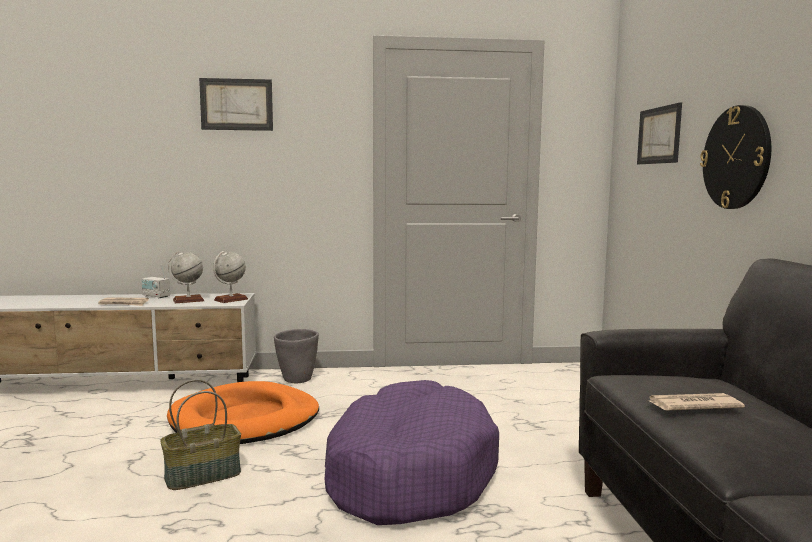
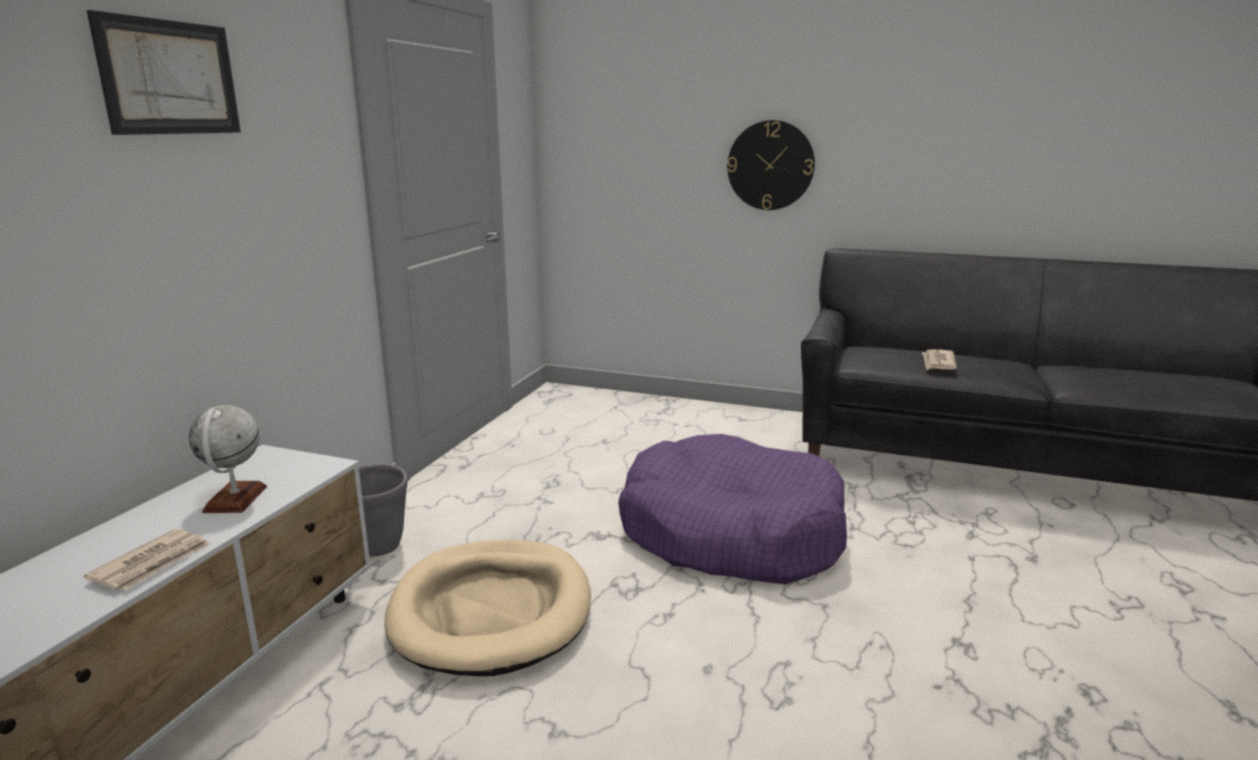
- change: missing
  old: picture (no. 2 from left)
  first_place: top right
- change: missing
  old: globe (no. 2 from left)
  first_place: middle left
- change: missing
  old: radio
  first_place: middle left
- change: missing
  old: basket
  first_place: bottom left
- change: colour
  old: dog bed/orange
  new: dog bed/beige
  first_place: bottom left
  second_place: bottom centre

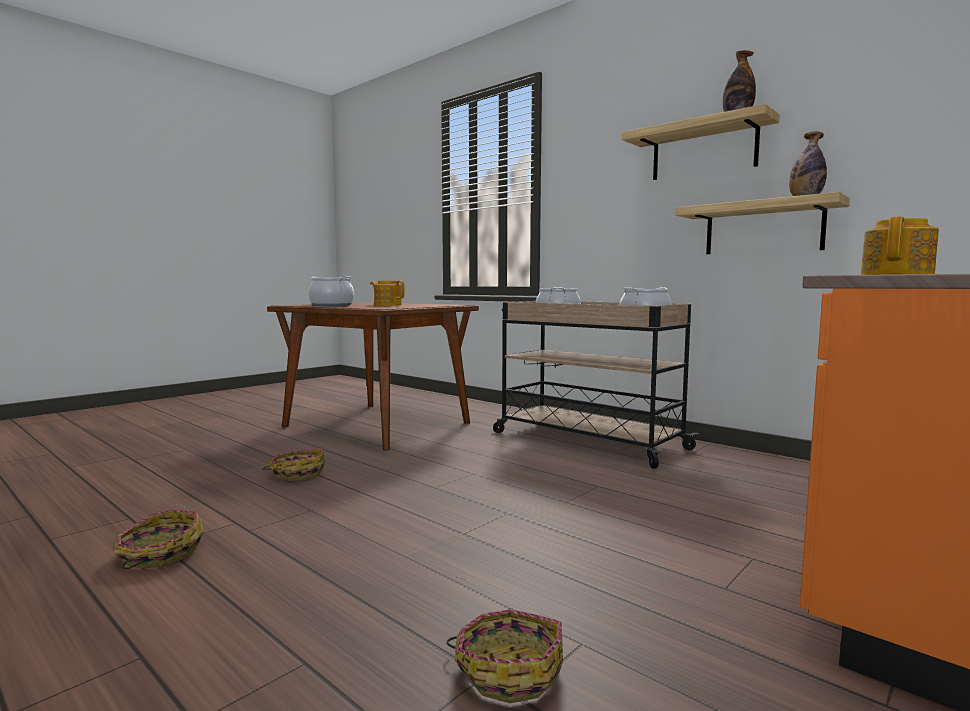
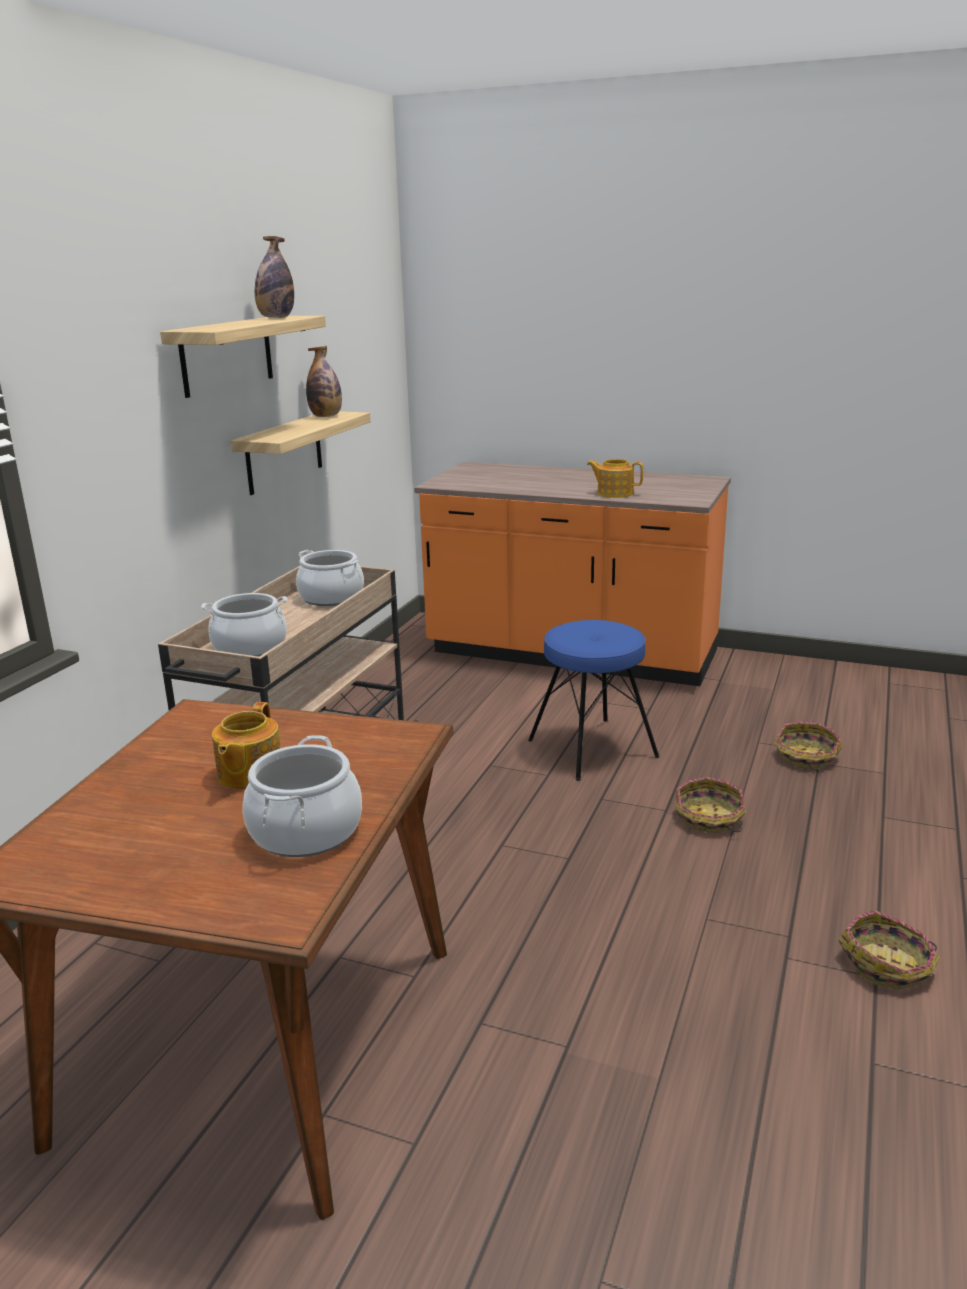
- change: relocated
  old: basket (no. 2 from left in the first image)
  new: basket (no. 1 from left)
  first_place: middle left
  second_place: middle right
- change: appeared
  new: stool/blue
  second_place: centre

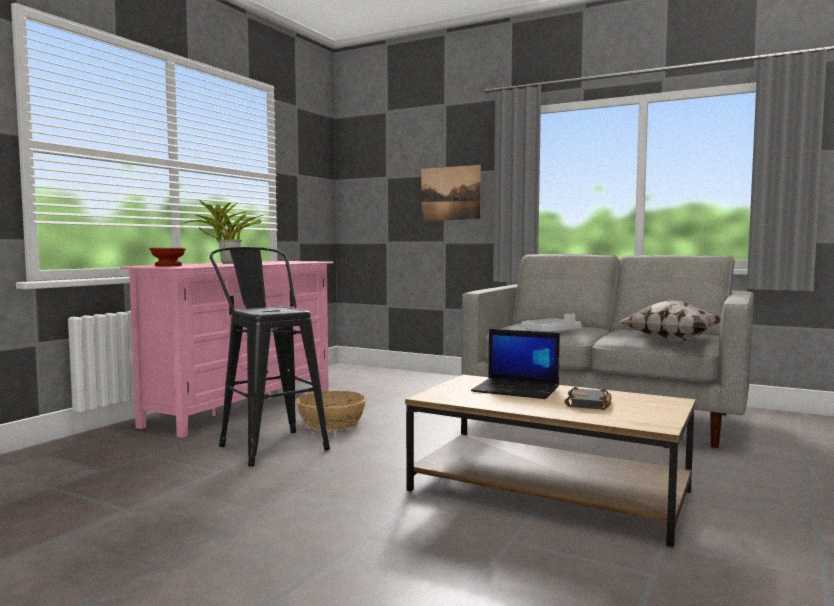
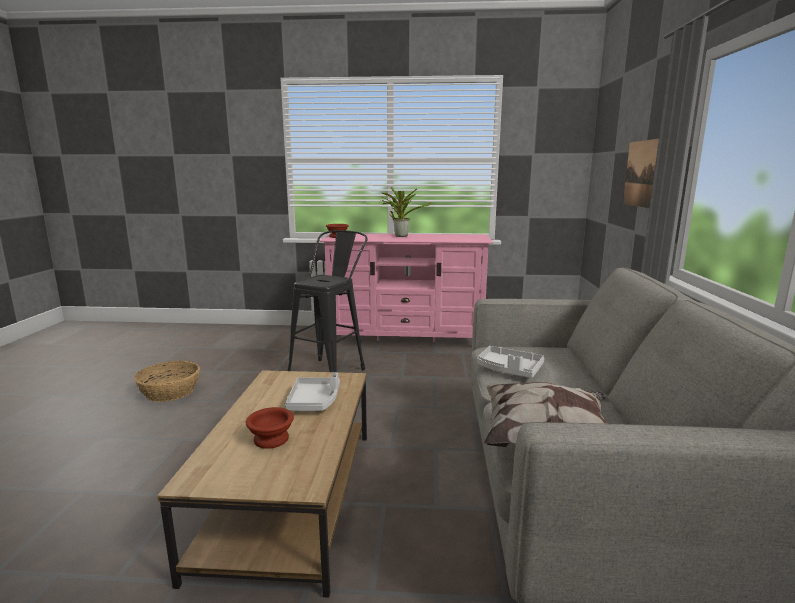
- change: exchanged
  old: laptop
  new: tray/grey (no. 1 from left)
  first_place: centre
  second_place: centre
- change: exchanged
  old: book/black
  new: bowl/brown (no. 1 from left)
  first_place: middle right
  second_place: bottom centre
- change: relocated
  old: basket
  first_place: bottom centre
  second_place: middle left

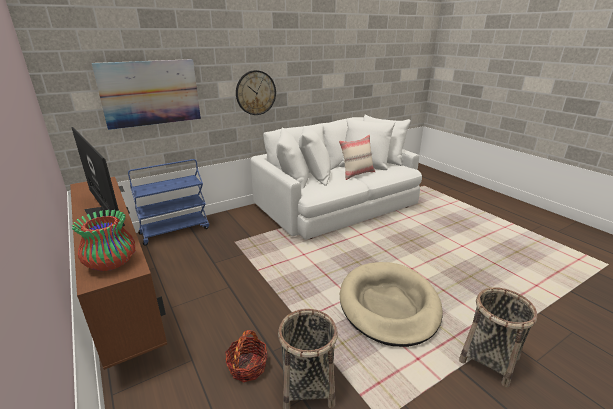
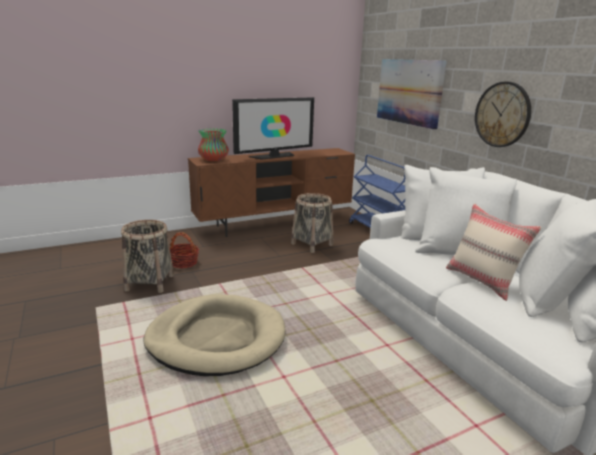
- change: relocated
  old: basket (no. 3 from left)
  first_place: bottom right
  second_place: centre

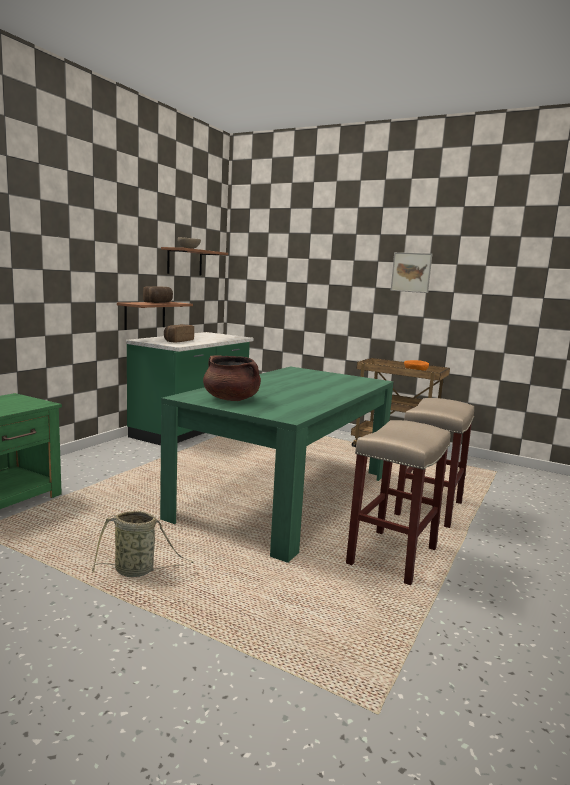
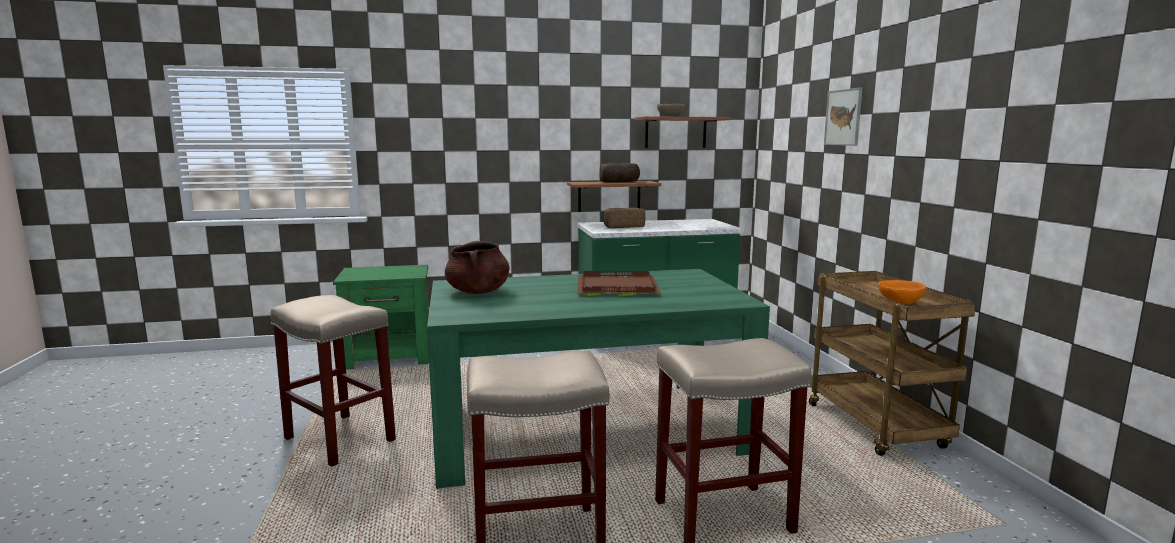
- change: relocated
  old: picture
  first_place: middle right
  second_place: top right
- change: exchanged
  old: basket
  new: stool/beige (no. 1 from left)
  first_place: bottom left
  second_place: bottom left
- change: appeared
  new: tray/brown
  second_place: centre

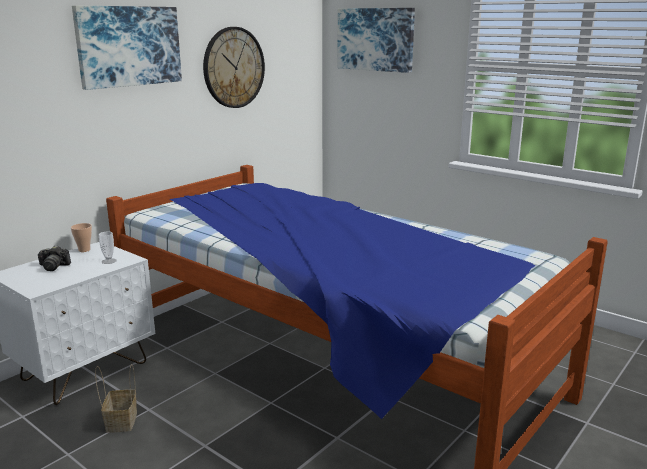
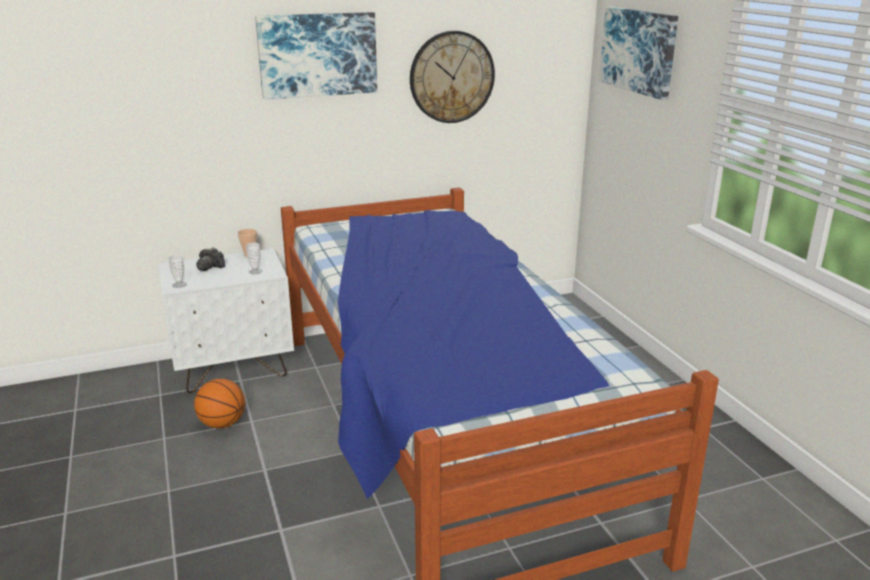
- change: exchanged
  old: basket
  new: basketball
  first_place: bottom left
  second_place: bottom left
- change: appeared
  new: cup (no. 1 from left)
  second_place: middle left

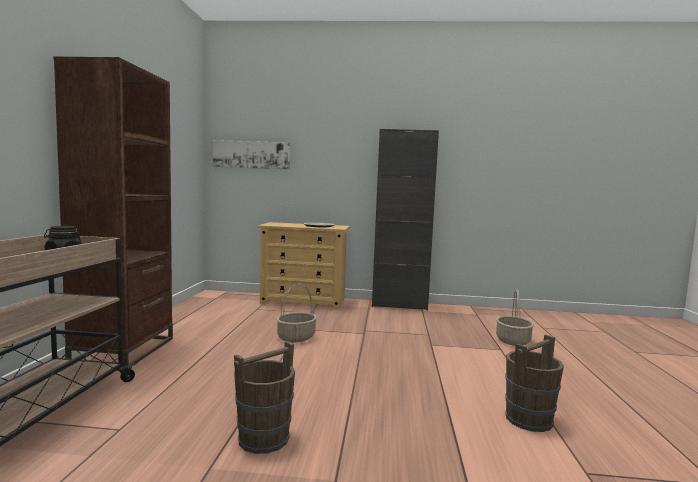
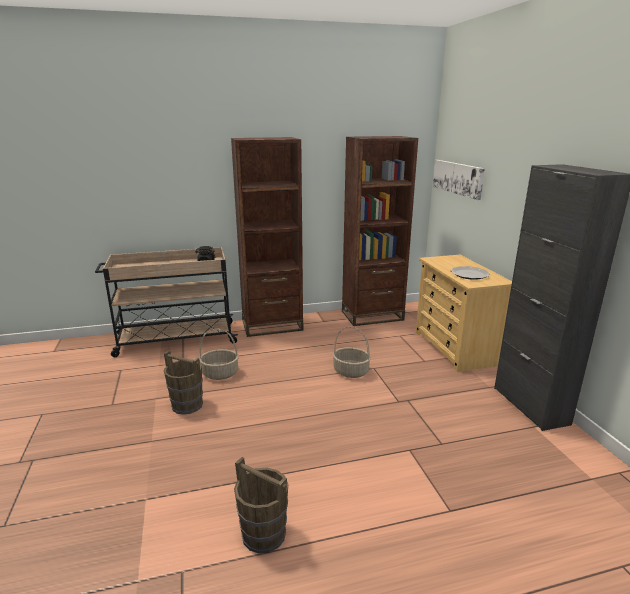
- change: relocated
  old: basket (no. 2 from left in the first image)
  new: basket (no. 1 from left)
  first_place: middle right
  second_place: centre
- change: appeared
  new: bookcase/brown (no. 2 from left)
  second_place: centre

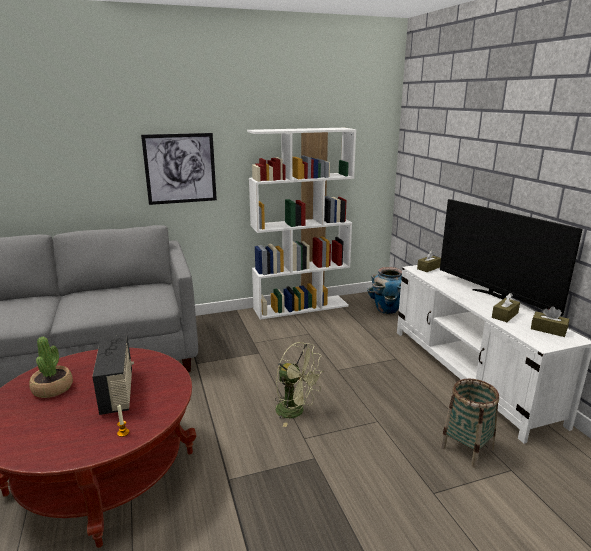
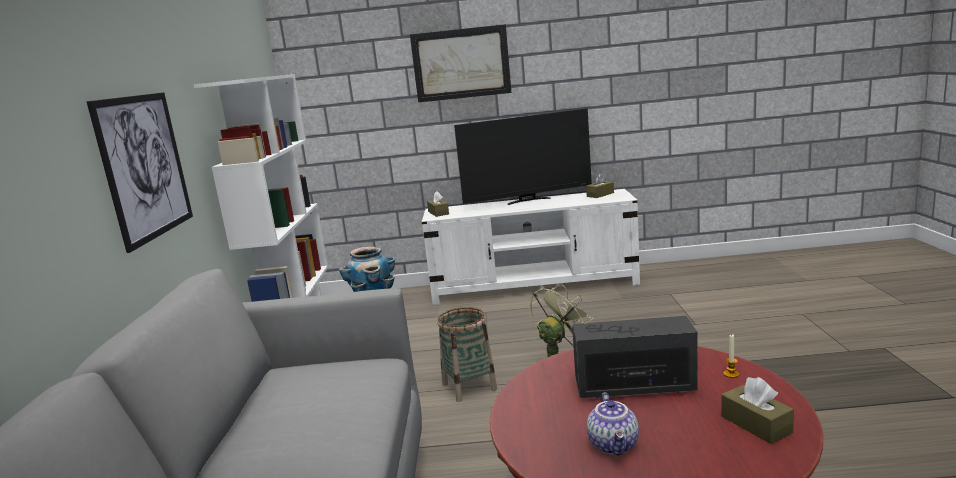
- change: relocated
  old: tissue box/brown (no. 2 from left in the first image)
  new: tissue box/brown (no. 3 from left)
  first_place: middle right
  second_place: bottom right
- change: exchanged
  old: potted plant
  new: teapot
  first_place: middle left
  second_place: bottom centre
- change: relocated
  old: basket
  first_place: bottom right
  second_place: bottom centre
- change: appeared
  new: picture (no. 2 from left)
  second_place: top centre

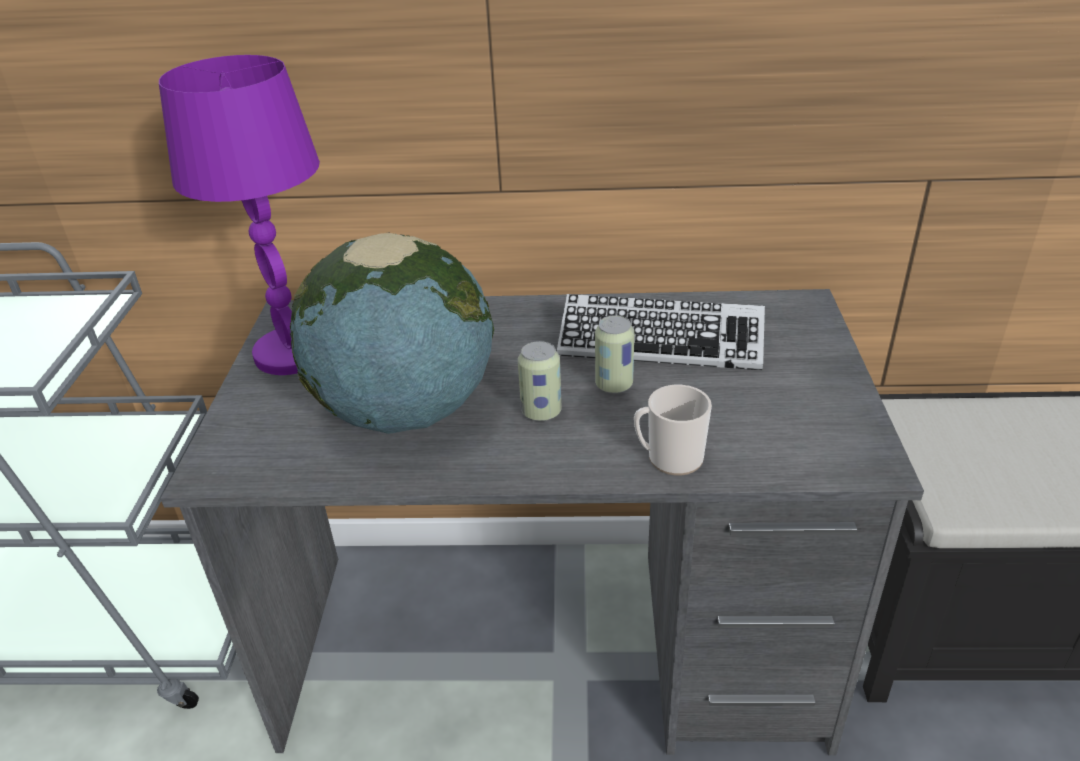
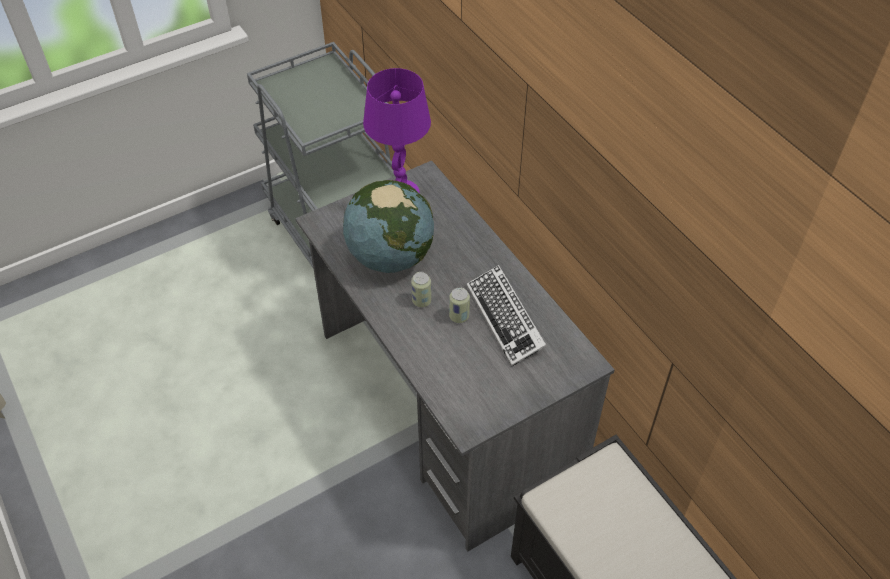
- change: missing
  old: mug
  first_place: centre

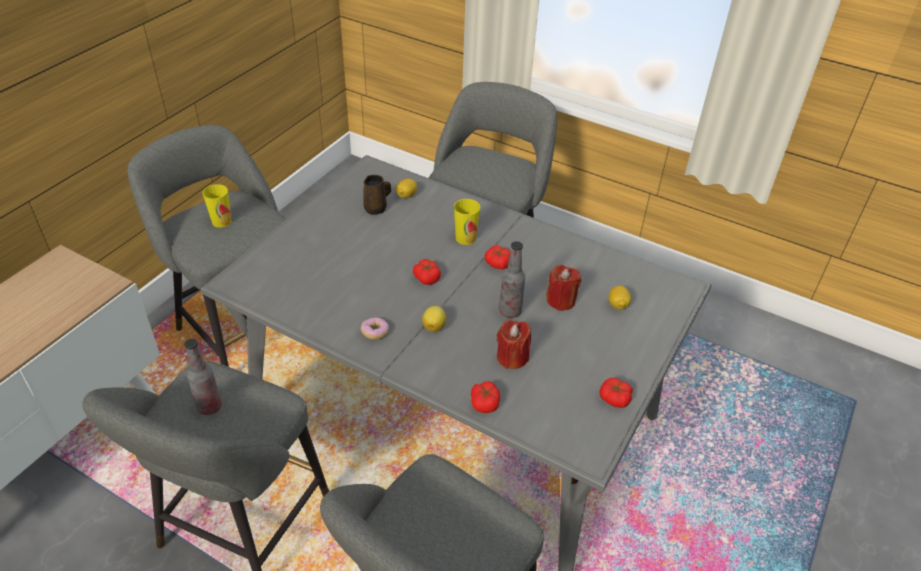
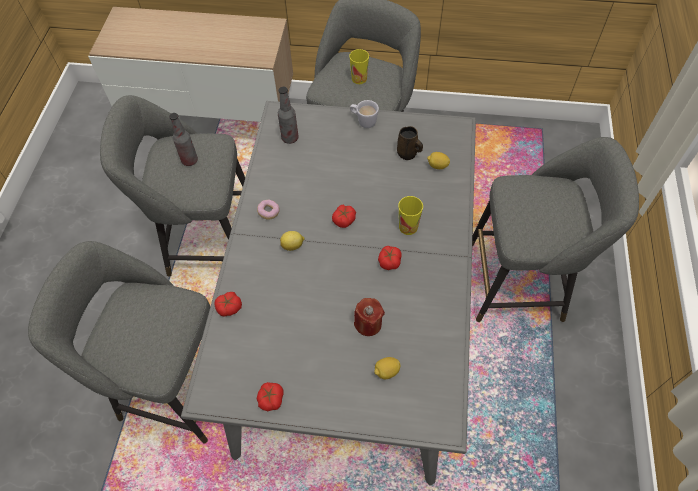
- change: relocated
  old: bottle (no. 2 from left)
  first_place: centre
  second_place: top centre
- change: missing
  old: candle/red (no. 1 from left)
  first_place: centre
- change: appeared
  new: mug/white
  second_place: top centre

